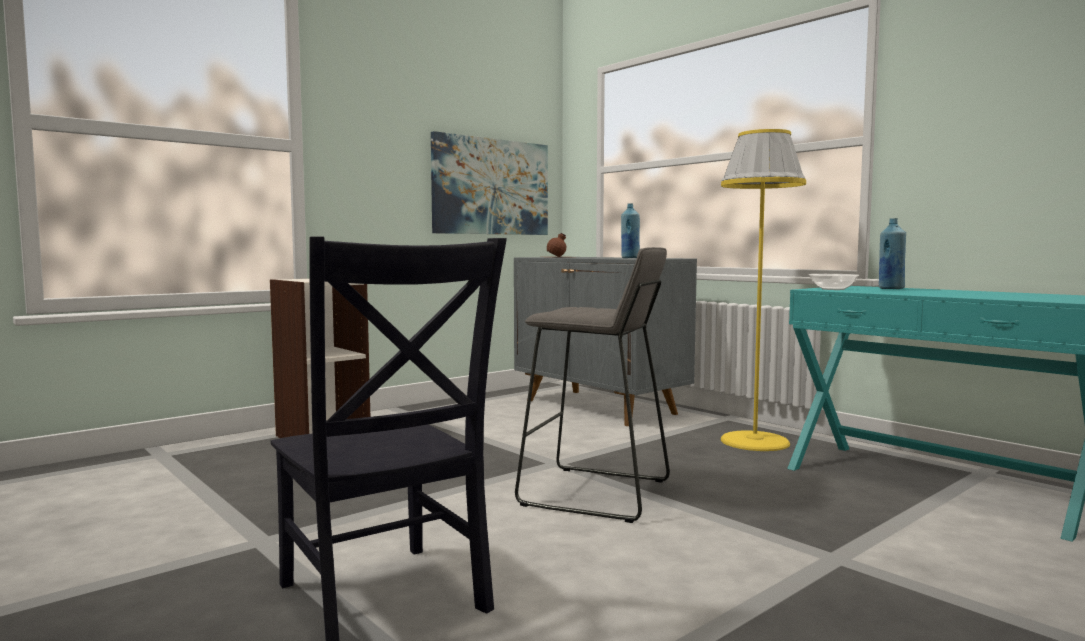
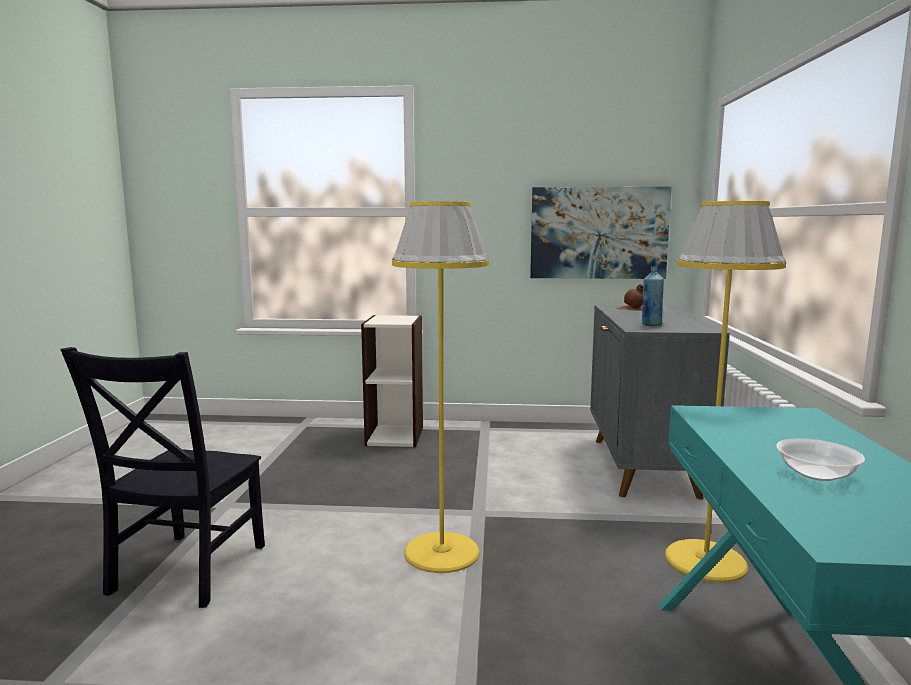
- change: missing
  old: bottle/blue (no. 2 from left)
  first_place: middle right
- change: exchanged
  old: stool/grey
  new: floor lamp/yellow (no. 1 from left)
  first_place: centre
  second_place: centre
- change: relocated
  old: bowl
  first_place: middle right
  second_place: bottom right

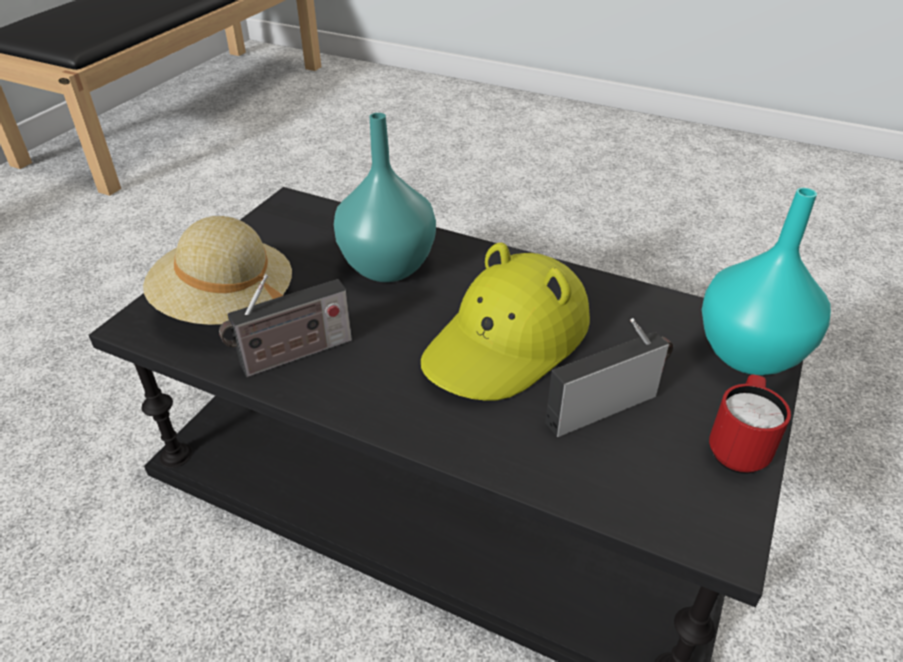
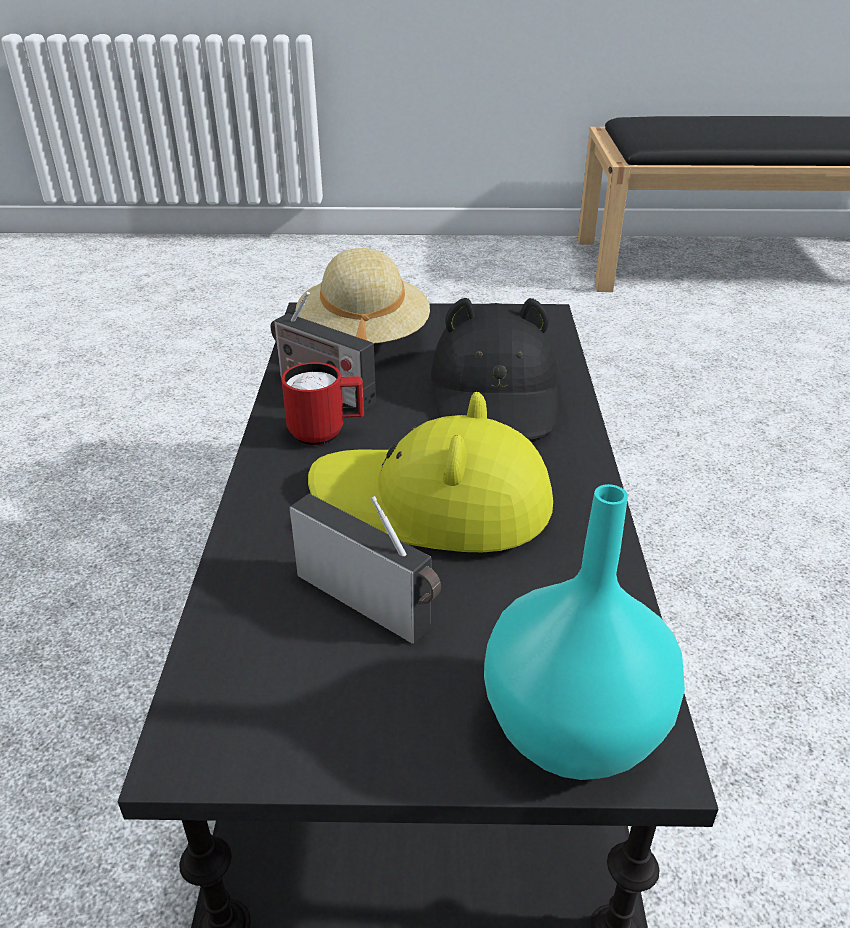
- change: exchanged
  old: vase/turquoise (no. 1 from left)
  new: hat/black
  first_place: top centre
  second_place: centre
- change: relocated
  old: mug/red
  first_place: middle right
  second_place: centre

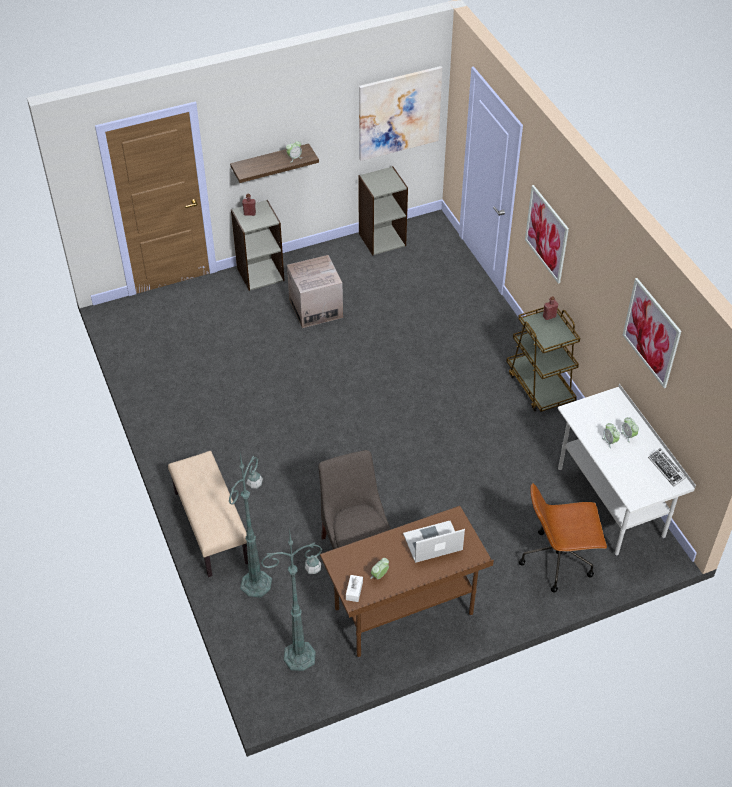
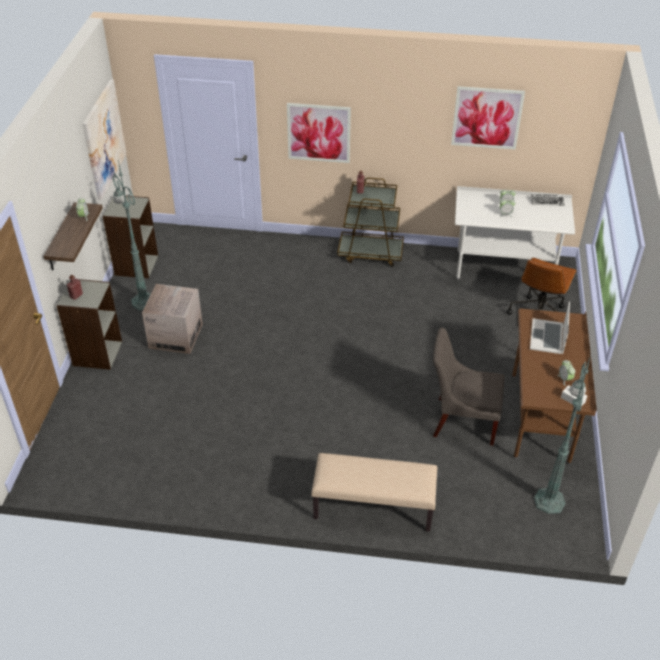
- change: relocated
  old: floor lamp/green (no. 1 from left)
  first_place: bottom centre
  second_place: middle left

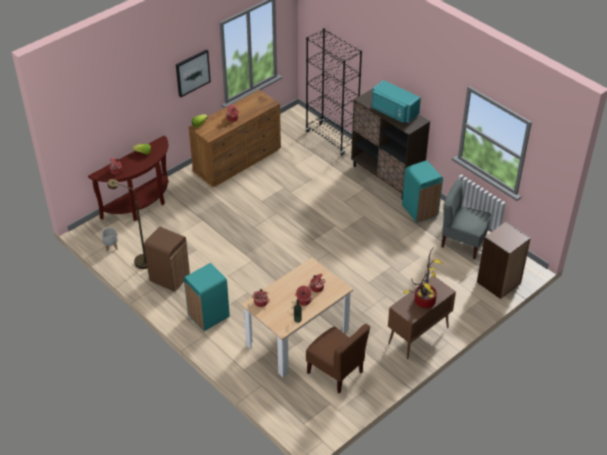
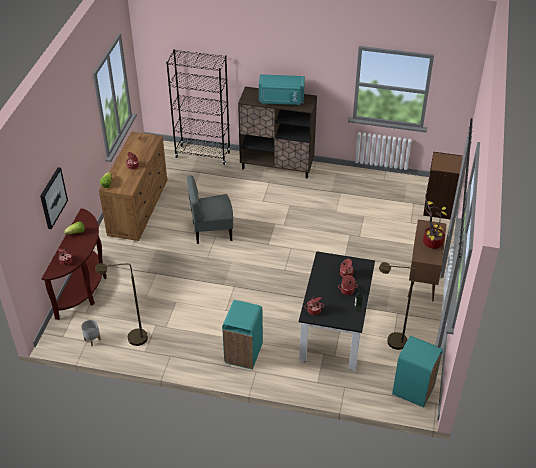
- change: relocated
  old: picture
  first_place: top left
  second_place: middle left
- change: relocated
  old: trash can/turquoise (no. 2 from left)
  first_place: middle right
  second_place: bottom right
- change: relocated
  old: chair/grey
  first_place: middle right
  second_place: centre
- change: missing
  old: trash can/brown
  first_place: middle left
- change: colour
  old: dining table/beige
  new: dining table/black
  first_place: bottom centre
  second_place: centre
- change: exchanged
  old: chair/brown
  new: floor lamp/brown (no. 2 from left)
  first_place: bottom centre
  second_place: middle right

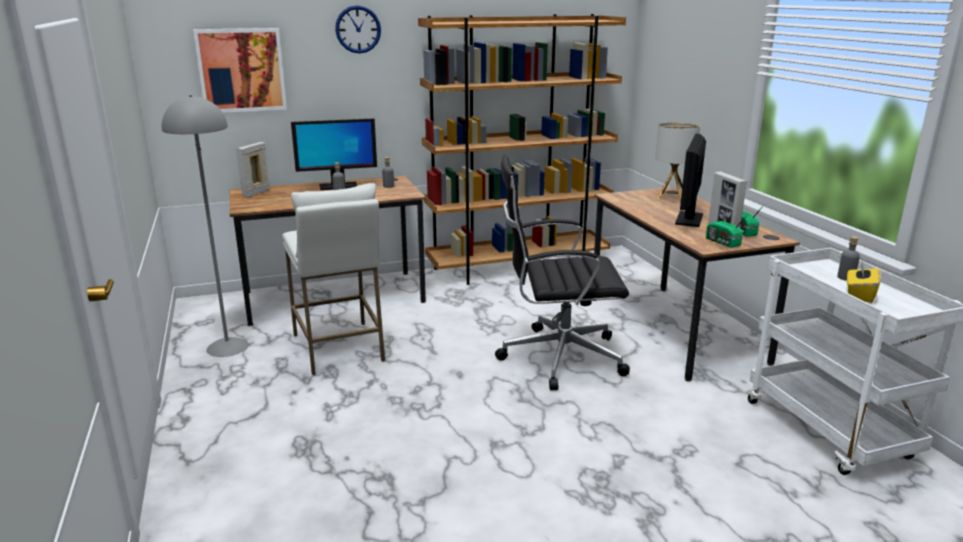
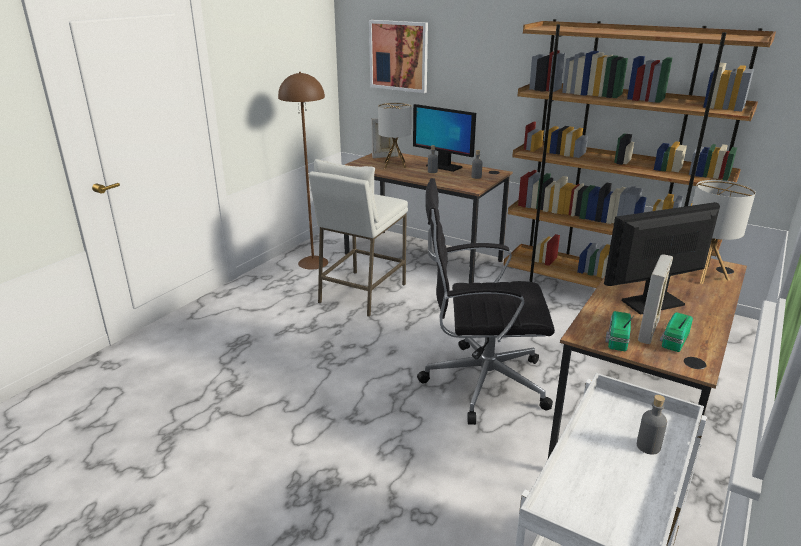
- change: missing
  old: wall clock
  first_place: top centre
- change: colour
  old: floor lamp/grey
  new: floor lamp/brown
  first_place: middle left
  second_place: top centre
- change: spun
  old: office chair/black
  first_place: centre
  second_place: centre
  degrees: -45
- change: missing
  old: tissue box/yellow
  first_place: middle right
- change: appeared
  new: table lamp (no. 1 from left)
  second_place: top centre

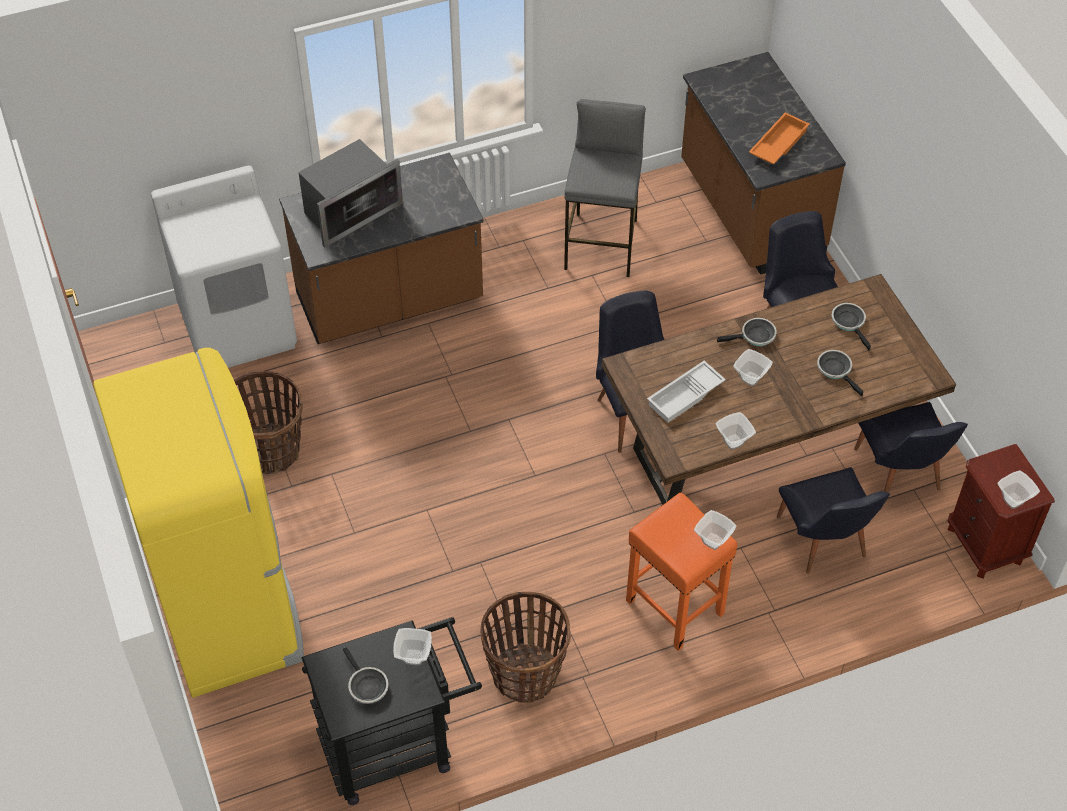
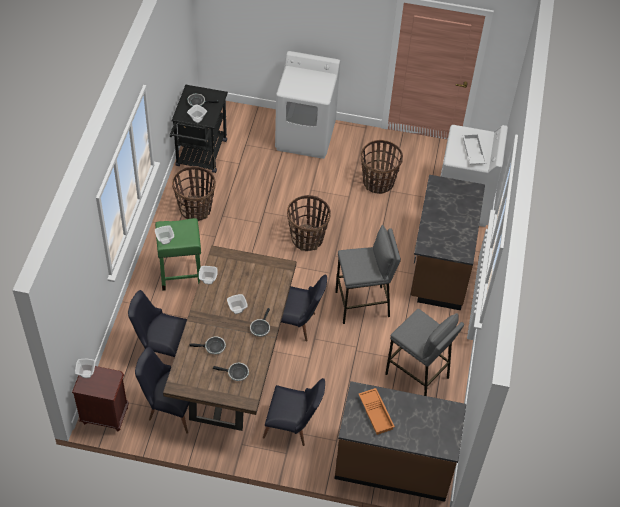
- change: missing
  old: microwave
  first_place: top left
- change: exchanged
  old: fridge/yellow
  new: washing machine/white (no. 1 from left)
  first_place: middle left
  second_place: top centre
- change: relocated
  old: tray/white
  first_place: centre
  second_place: top right
- change: colour
  old: stool/orange
  new: stool/green
  first_place: bottom centre
  second_place: middle left
- change: appeared
  new: basket (no. 2 from left)
  second_place: centre
- change: appeared
  new: stool/grey (no. 1 from left)
  second_place: centre

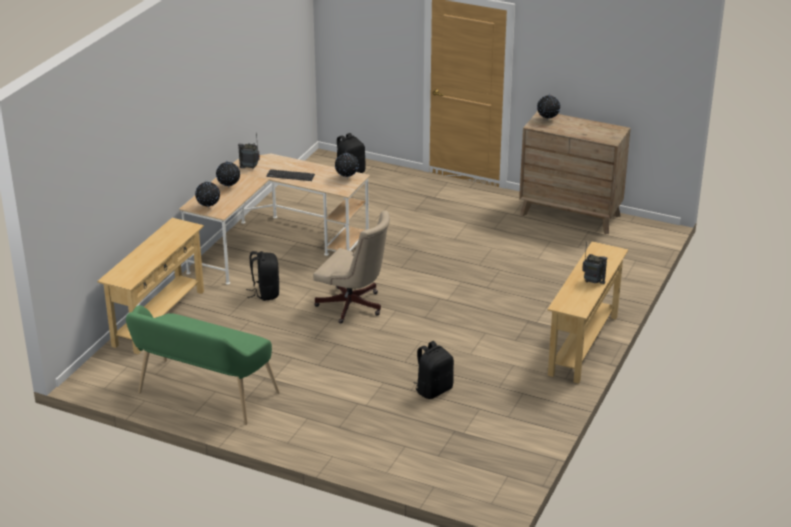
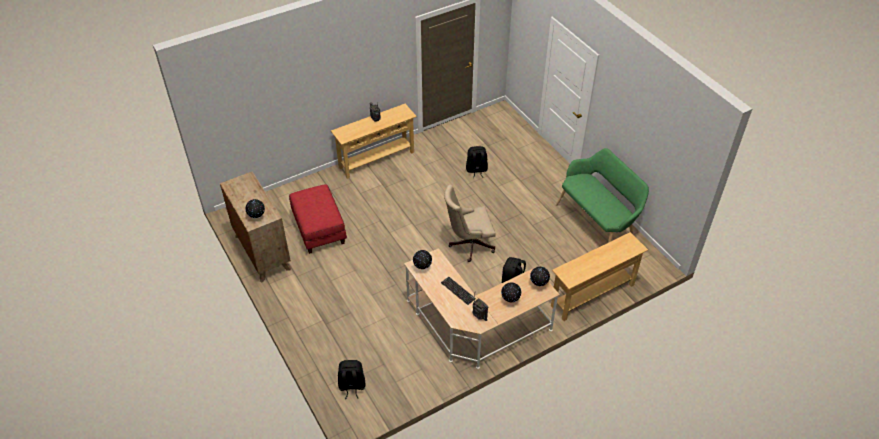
- change: spun
  old: office chair/beige
  first_place: centre
  second_place: centre
  degrees: -75
- change: appeared
  new: ottoman/red
  second_place: centre

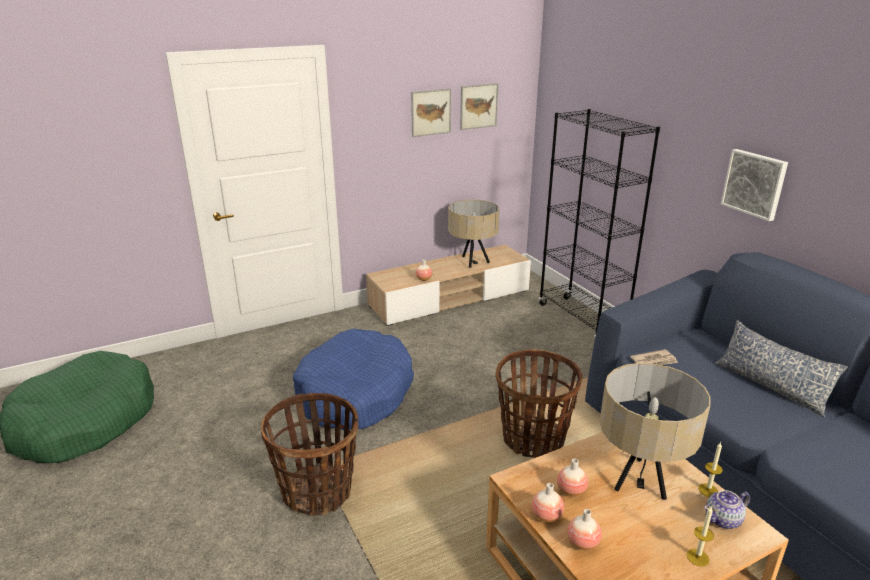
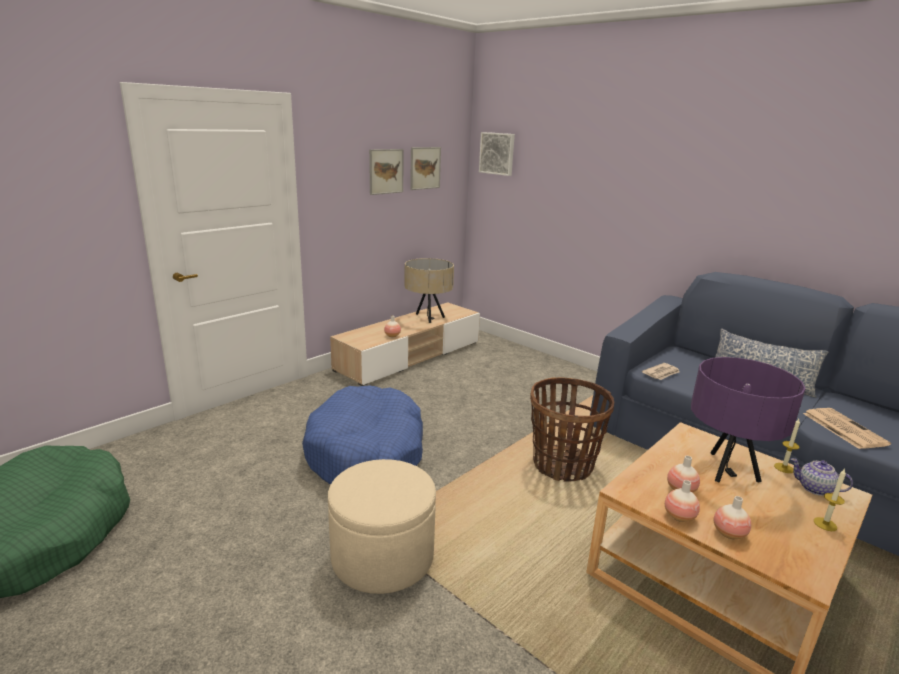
- change: missing
  old: bookcase/black
  first_place: middle right
- change: relocated
  old: picture (no. 3 from left)
  first_place: top right
  second_place: top centre
- change: colour
  old: table lamp/beige (no. 2 from left)
  new: table lamp/purple
  first_place: bottom right
  second_place: middle right
- change: exchanged
  old: basket (no. 1 from left)
  new: ottoman/beige
  first_place: bottom centre
  second_place: bottom centre
- change: spun
  old: teapot
  first_place: bottom right
  second_place: bottom right
  degrees: 75
- change: appeared
  new: newspaper (no. 2 from left)
  second_place: middle right

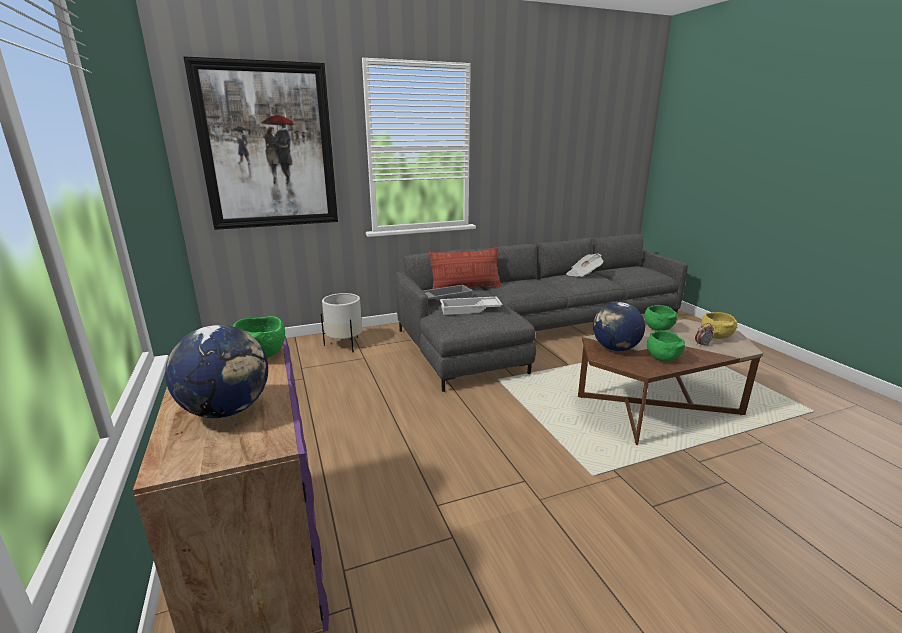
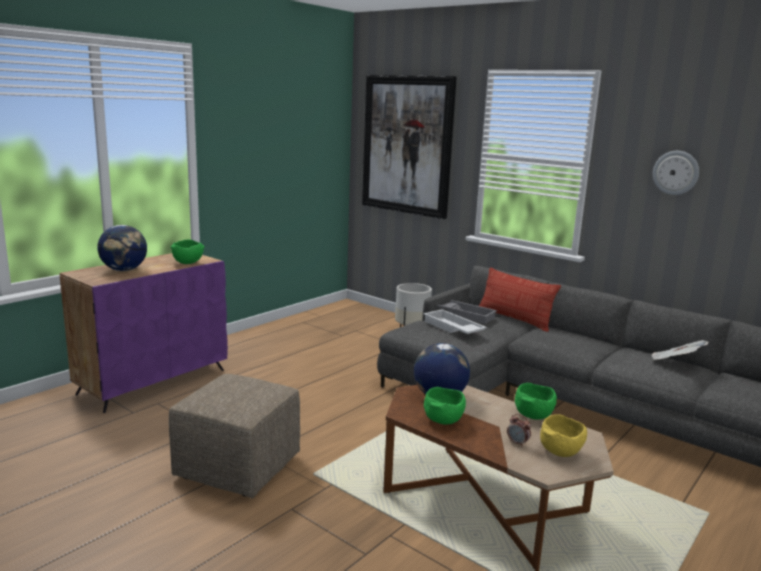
- change: appeared
  new: wall clock
  second_place: top right
- change: appeared
  new: ottoman/beige
  second_place: bottom left

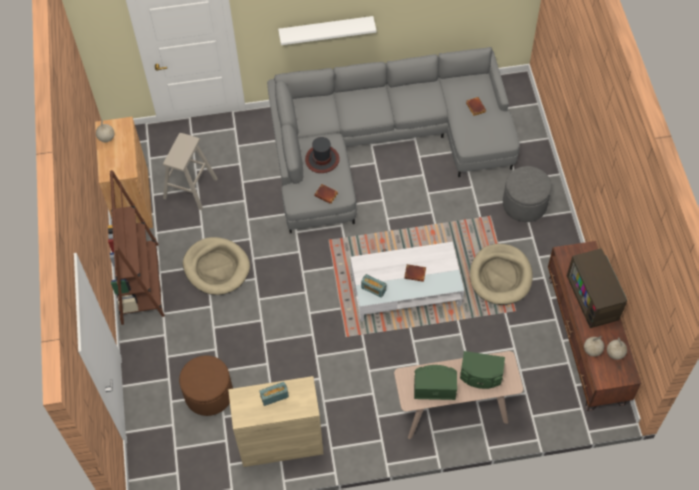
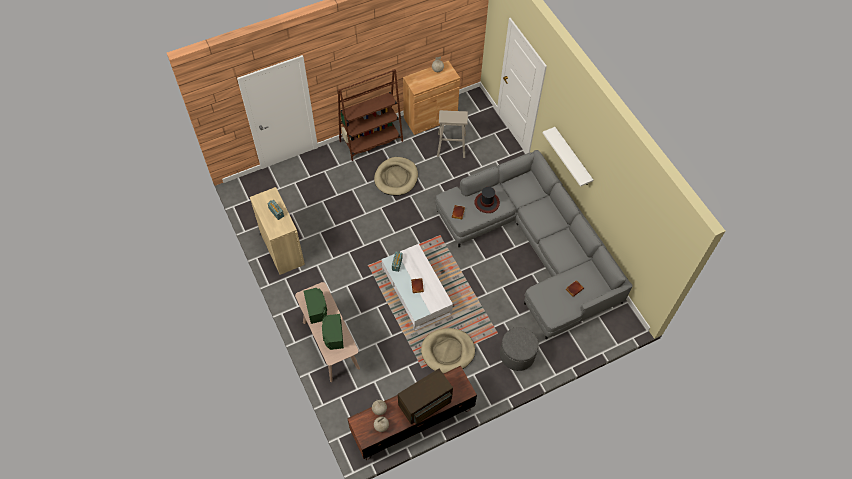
- change: missing
  old: ottoman/brown
  first_place: bottom left

